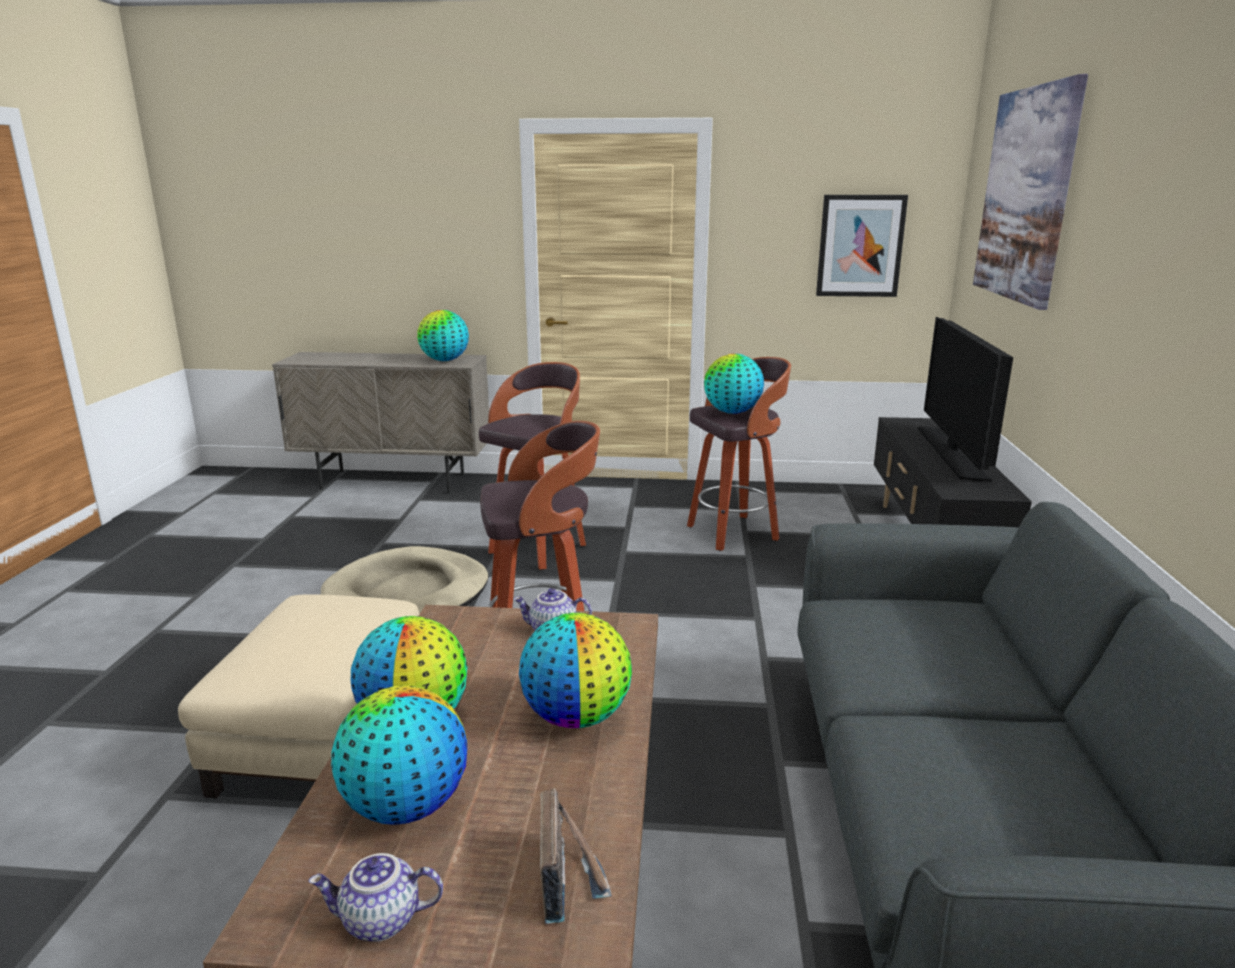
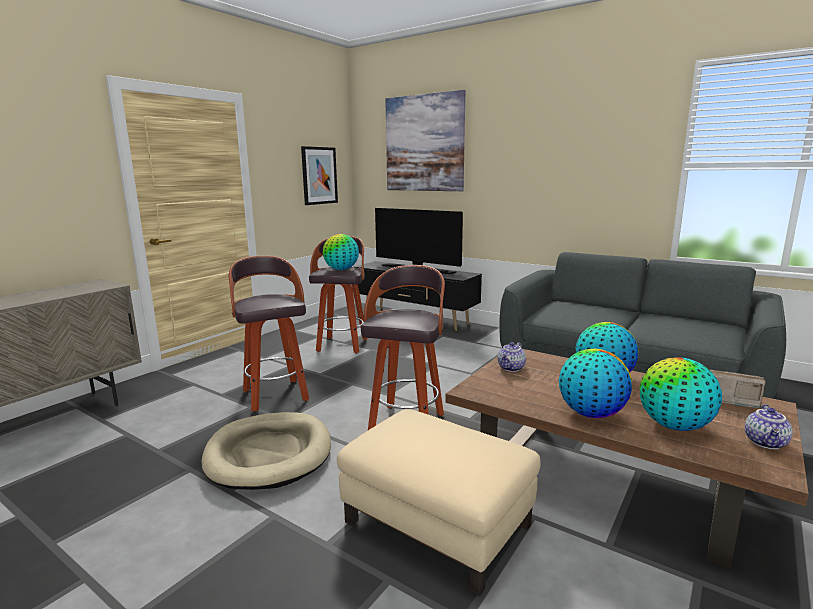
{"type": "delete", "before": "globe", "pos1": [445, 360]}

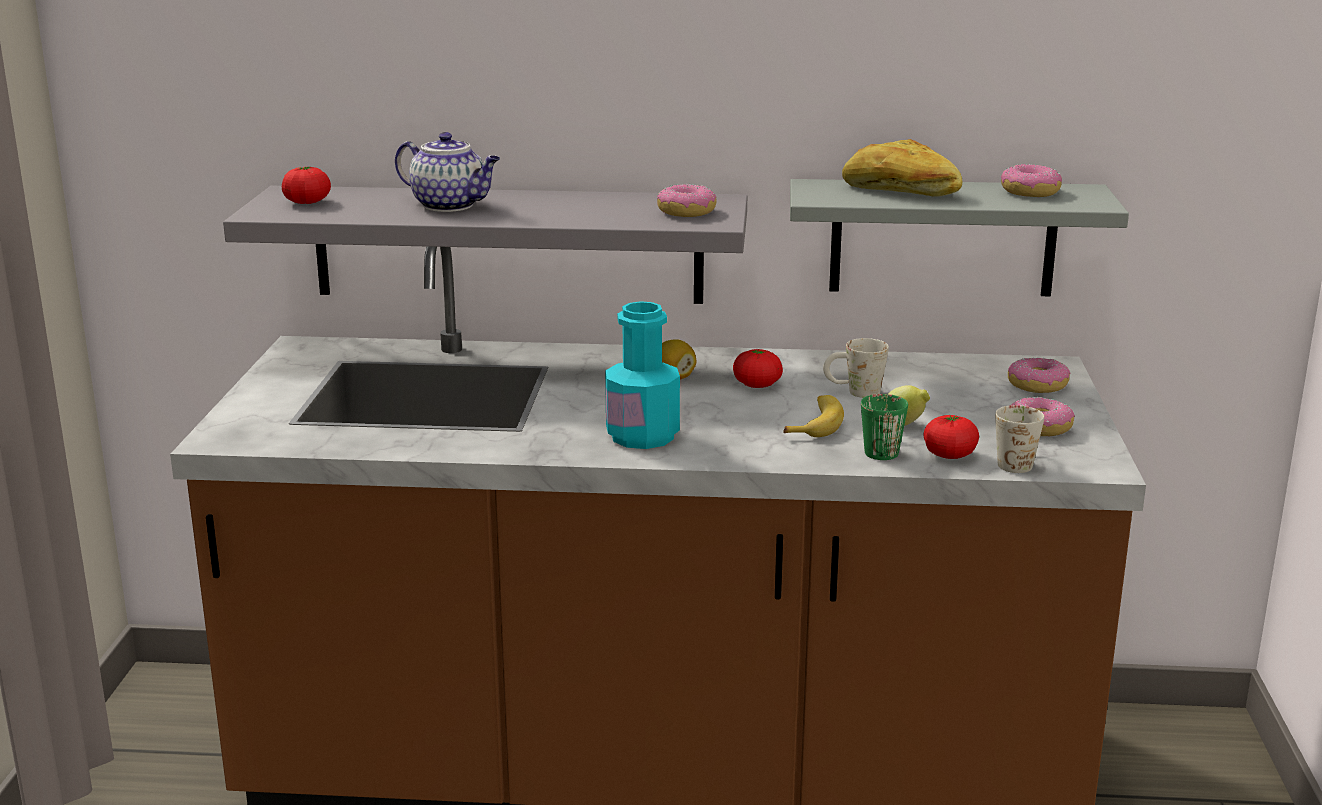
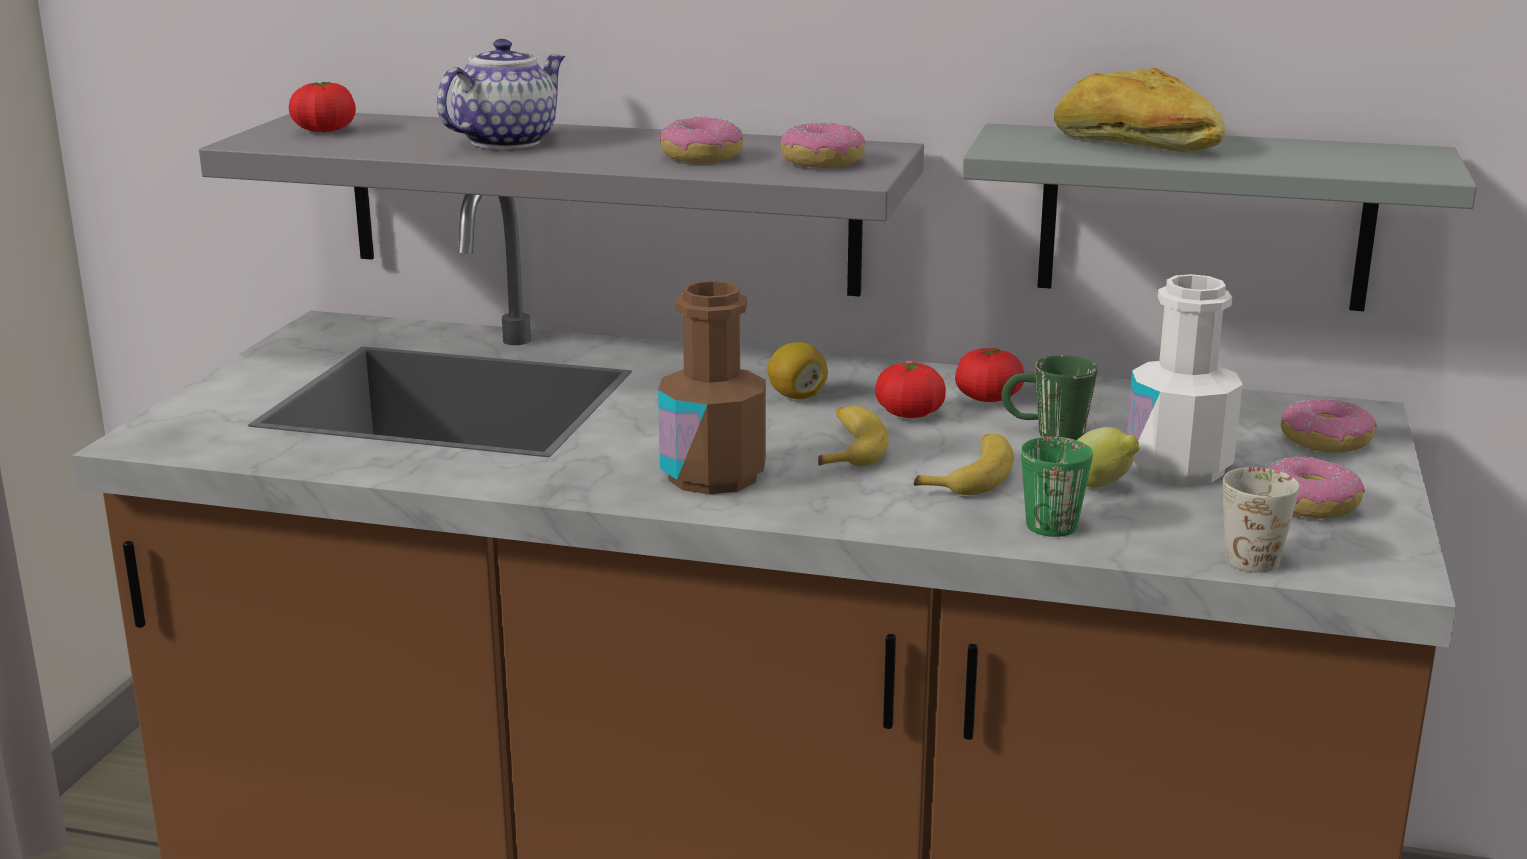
{"type": "rotate", "before": "teapot", "pos1": [451, 205], "pos2": [507, 141], "turn": -90}
{"type": "move", "before": "donut", "pos1": [1029, 192], "pos2": [701, 156]}
{"type": "recolor", "before": "bottle in turquoise", "after": "bottle in brown", "pos1": [642, 436], "pos2": [713, 475]}
{"type": "recolor", "before": "mug in white", "after": "mug in green", "pos1": [854, 392], "pos2": [1045, 433]}
{"type": "move", "before": "tomato", "pos1": [949, 455], "pos2": [988, 398]}
{"type": "insert", "after": "bottle in white", "pos2": [1177, 467]}
{"type": "insert", "after": "banana", "pos2": [848, 448]}

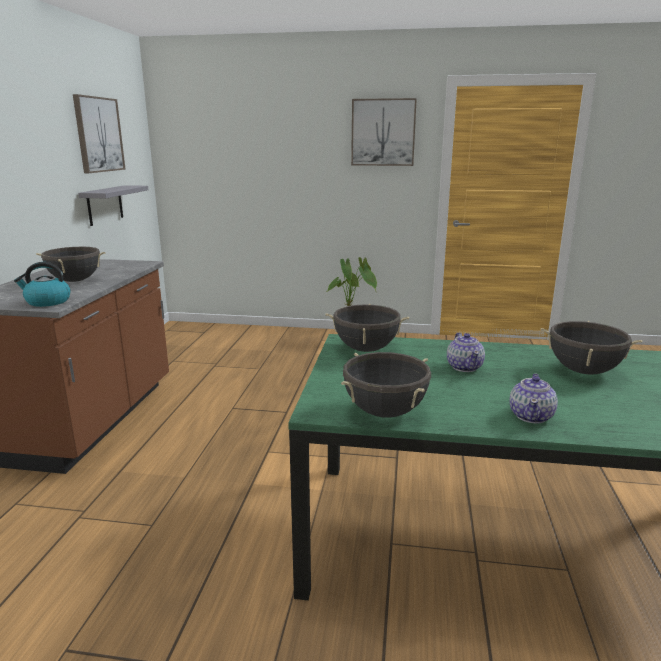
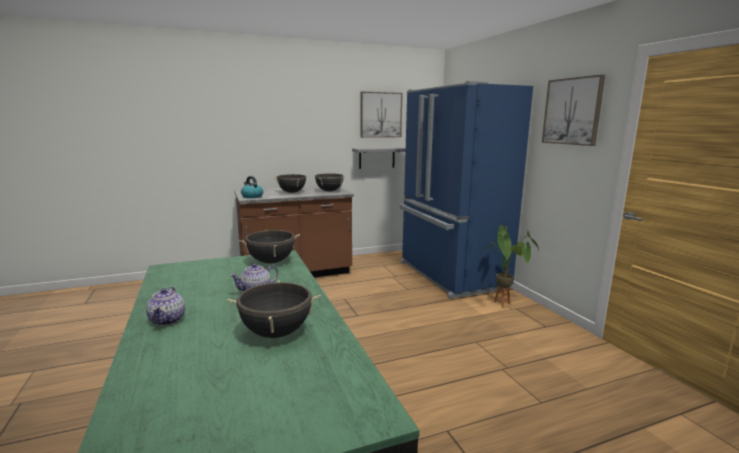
{"type": "move", "before": "cooking pot in black", "pos1": [384, 412], "pos2": [329, 191]}
{"type": "rotate", "before": "teapot", "pos1": [531, 416], "pos2": [168, 320], "turn": -90}
{"type": "insert", "after": "fridge in blue", "pos2": [450, 275]}

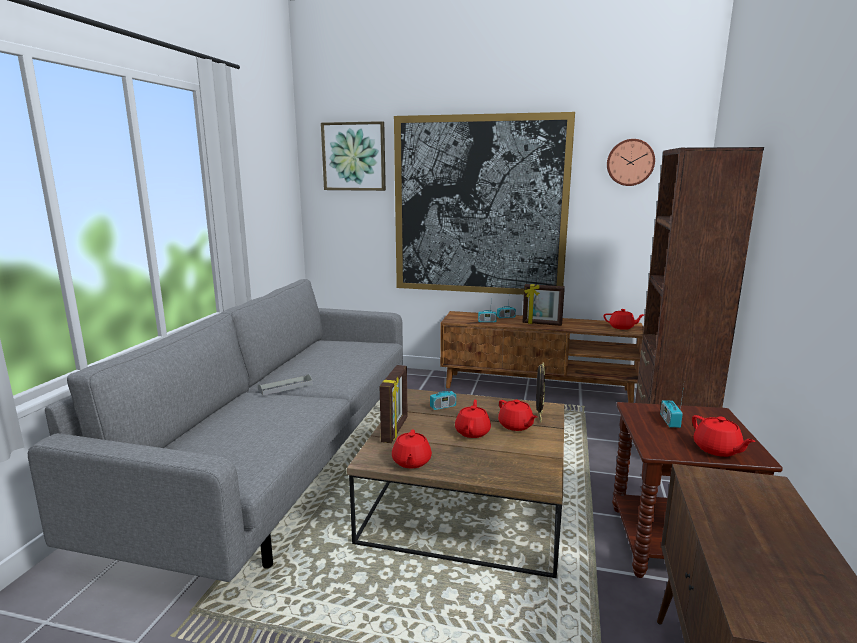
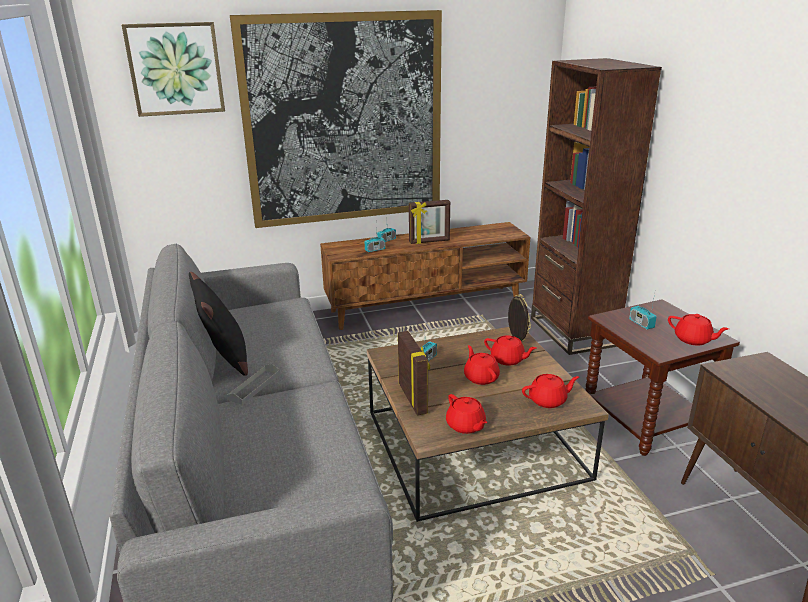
{"type": "delete", "before": "wall clock", "pos1": [630, 162]}
{"type": "move", "before": "teapot in red", "pos1": [622, 327], "pos2": [548, 400]}
{"type": "insert", "after": "pillow in black", "pos2": [225, 360]}

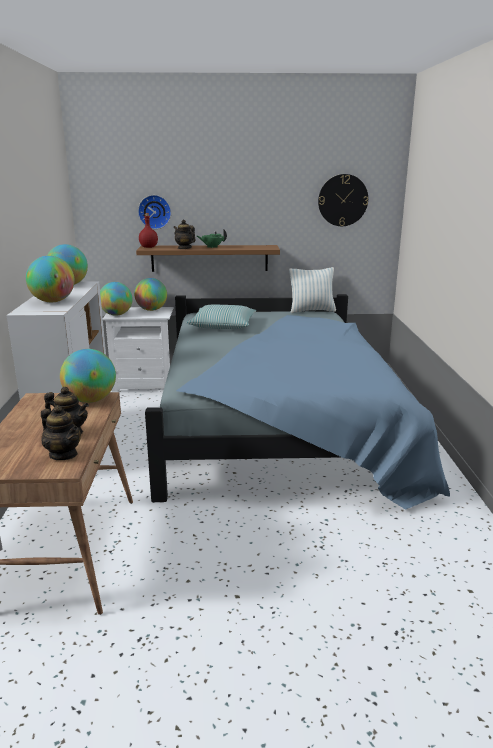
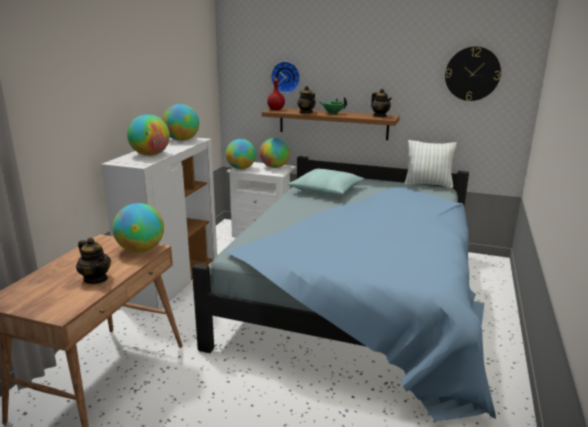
{"type": "move", "before": "teapot", "pos1": [63, 454], "pos2": [380, 116]}

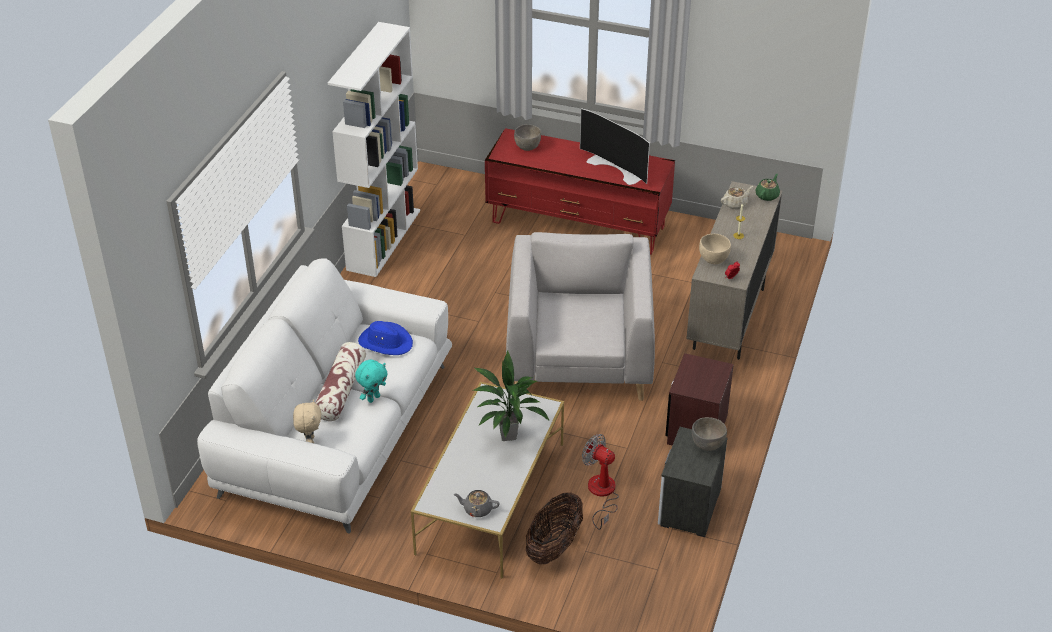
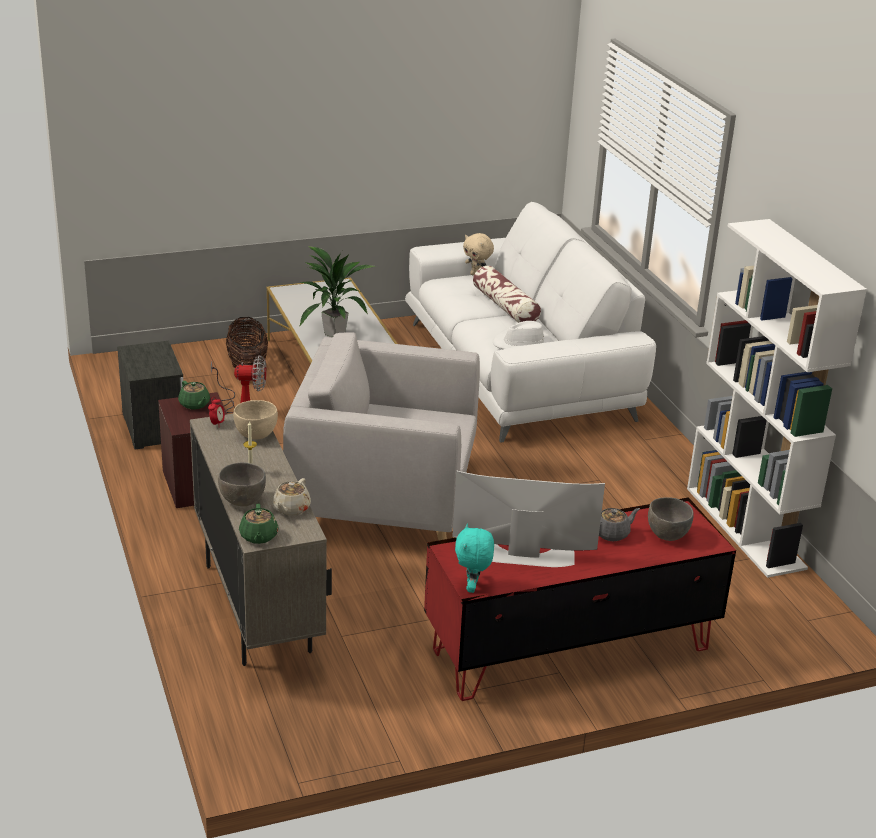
{"type": "rotate", "before": "armchair in grey", "pos1": [579, 358], "pos2": [383, 499], "turn": 135}
{"type": "recolor", "before": "hat in blue", "after": "hat in white", "pos1": [385, 342], "pos2": [523, 344]}
{"type": "move", "before": "plush toy in turquoise", "pos1": [373, 398], "pos2": [472, 587]}
{"type": "move", "before": "bowl in grey", "pos1": [708, 445], "pos2": [242, 501]}
{"type": "move", "before": "teapot in grey", "pos1": [477, 509], "pos2": [612, 534]}
{"type": "insert", "after": "teapot in green", "pos2": [194, 404]}

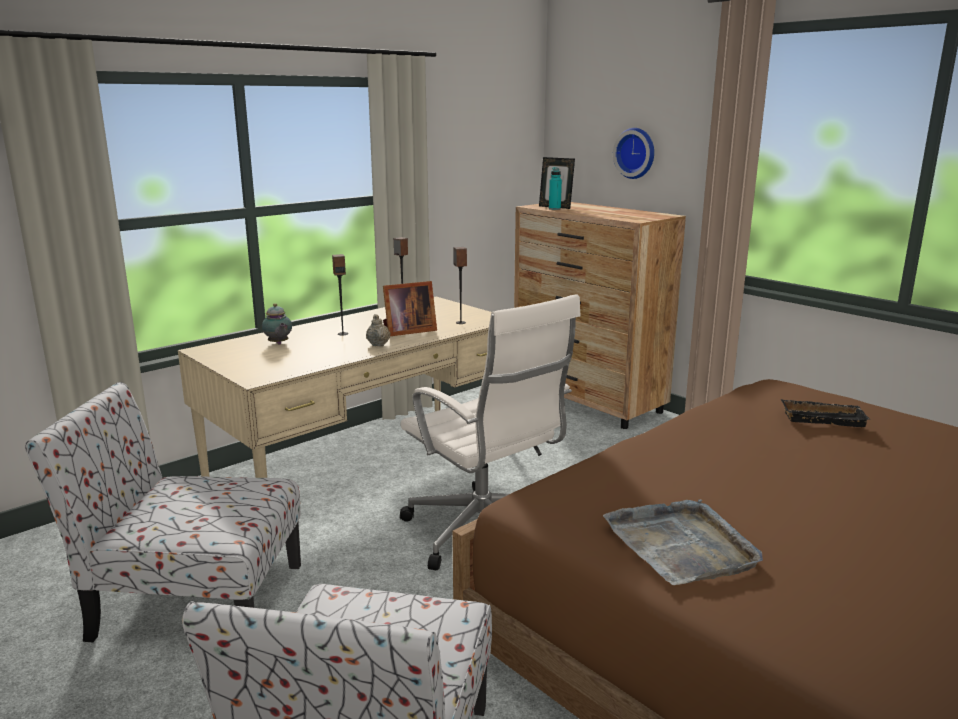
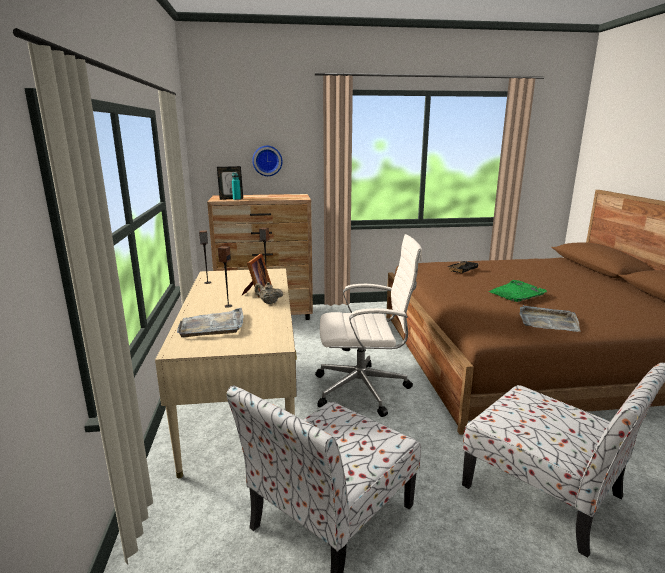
{"type": "replace", "before": "teapot", "after": "tray in grey", "pos1": [278, 344], "pos2": [212, 326]}
{"type": "insert", "after": "tray in green", "pos2": [517, 293]}

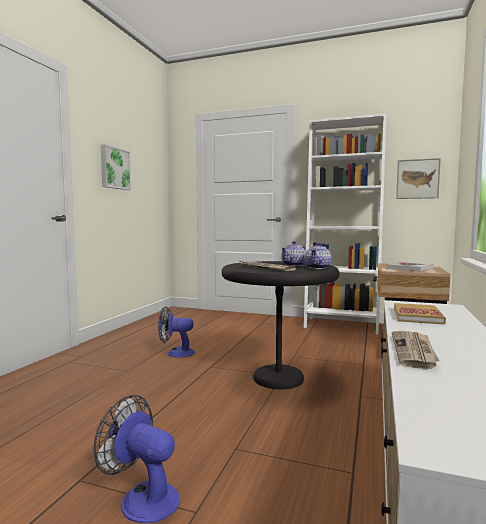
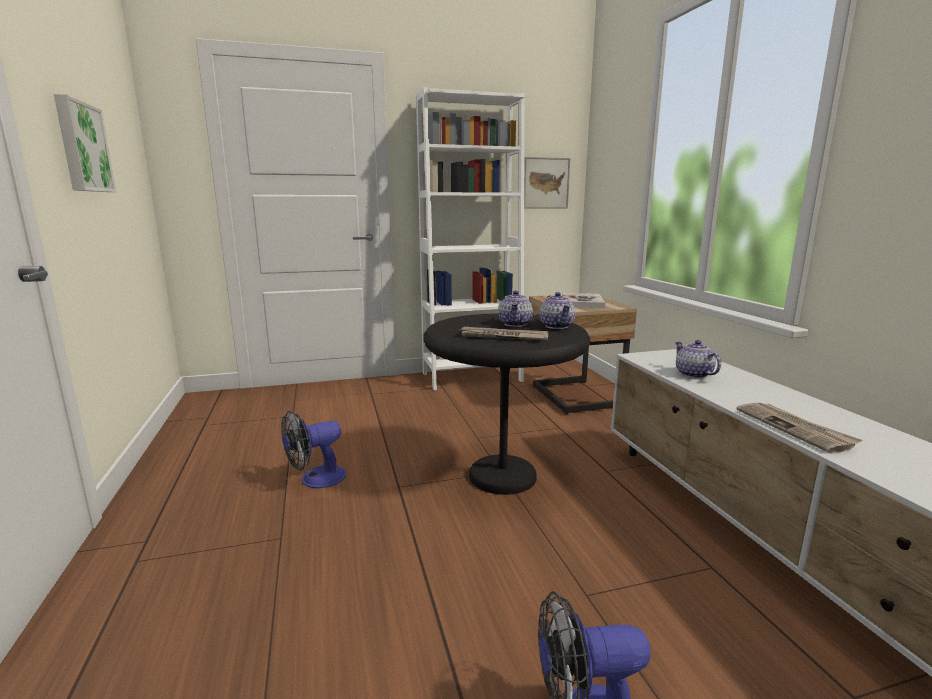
{"type": "replace", "before": "book", "after": "teapot", "pos1": [417, 316], "pos2": [693, 374]}

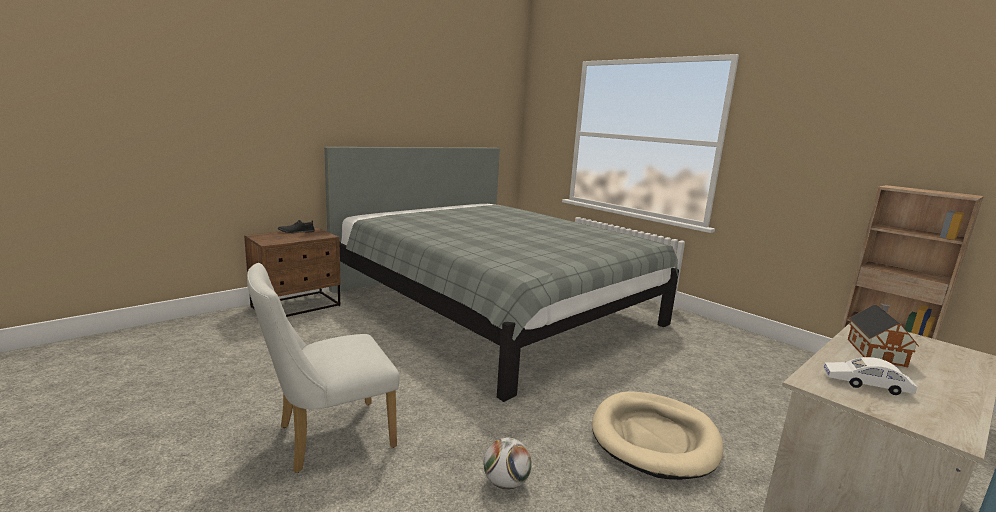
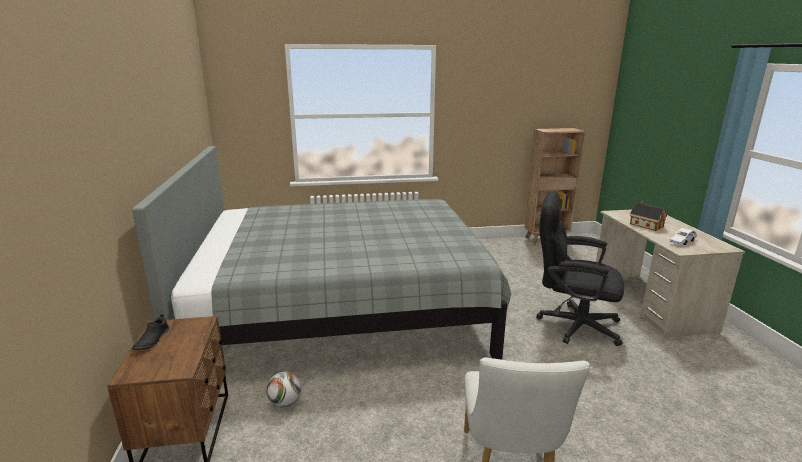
{"type": "replace", "before": "dog bed in beige", "after": "office chair in black", "pos1": [654, 438], "pos2": [571, 324]}
{"type": "move", "before": "football", "pos1": [505, 483], "pos2": [285, 403]}

